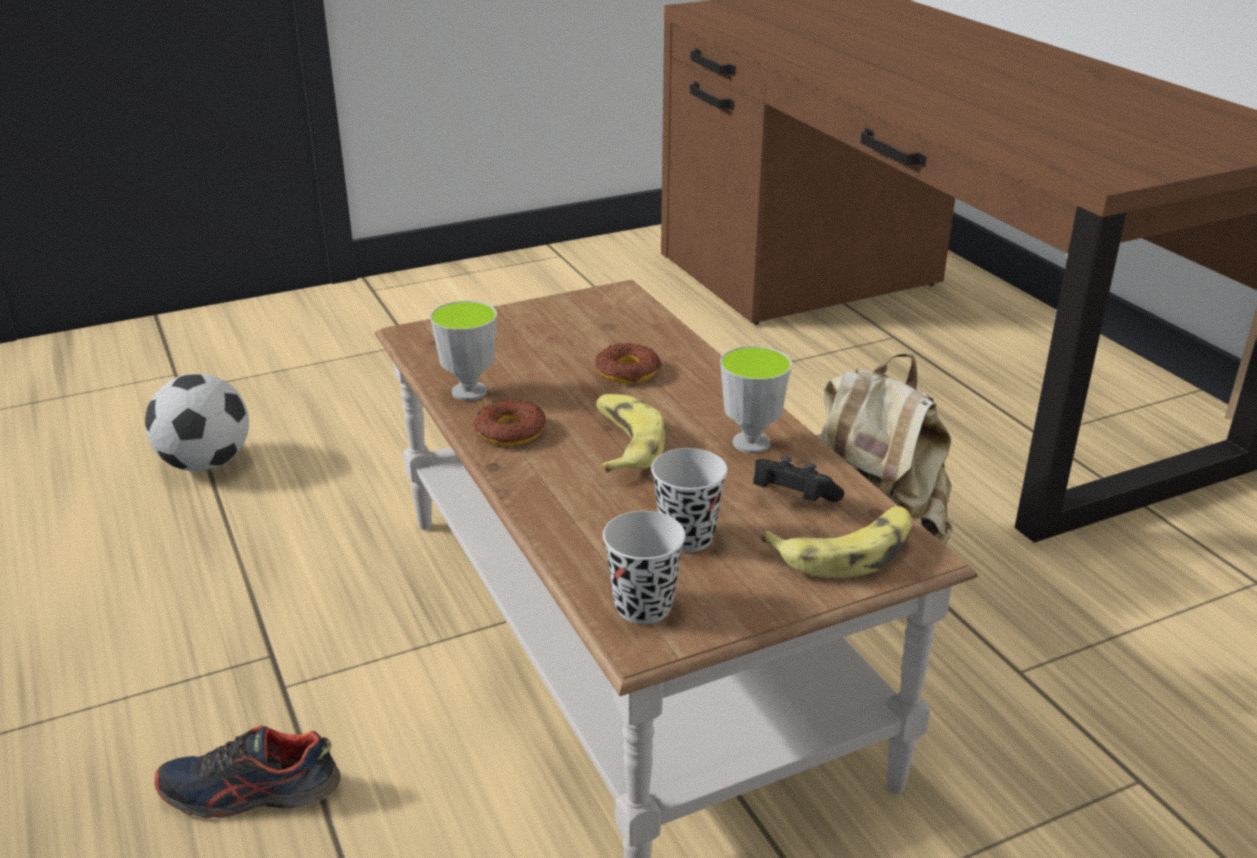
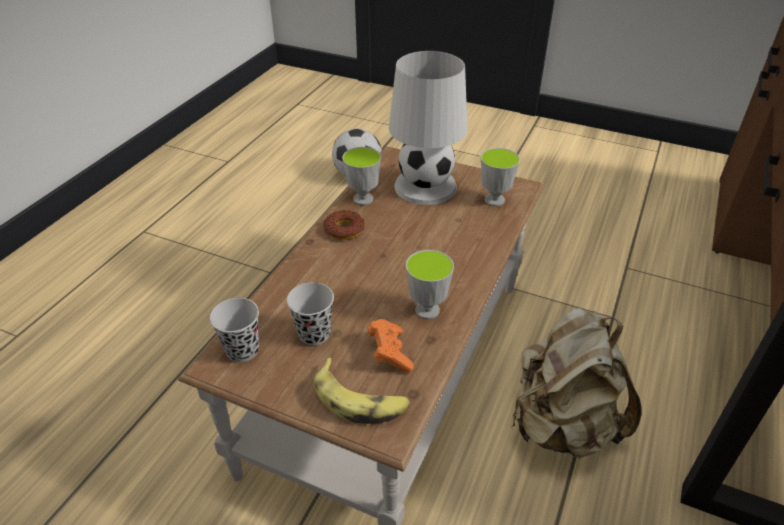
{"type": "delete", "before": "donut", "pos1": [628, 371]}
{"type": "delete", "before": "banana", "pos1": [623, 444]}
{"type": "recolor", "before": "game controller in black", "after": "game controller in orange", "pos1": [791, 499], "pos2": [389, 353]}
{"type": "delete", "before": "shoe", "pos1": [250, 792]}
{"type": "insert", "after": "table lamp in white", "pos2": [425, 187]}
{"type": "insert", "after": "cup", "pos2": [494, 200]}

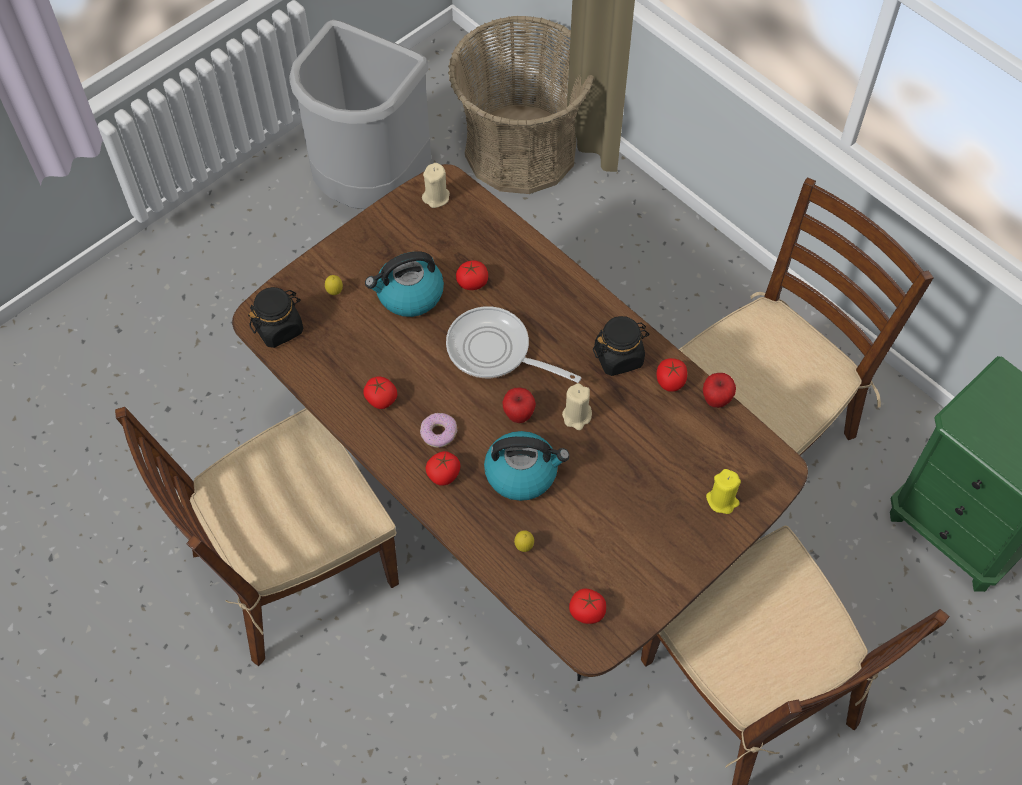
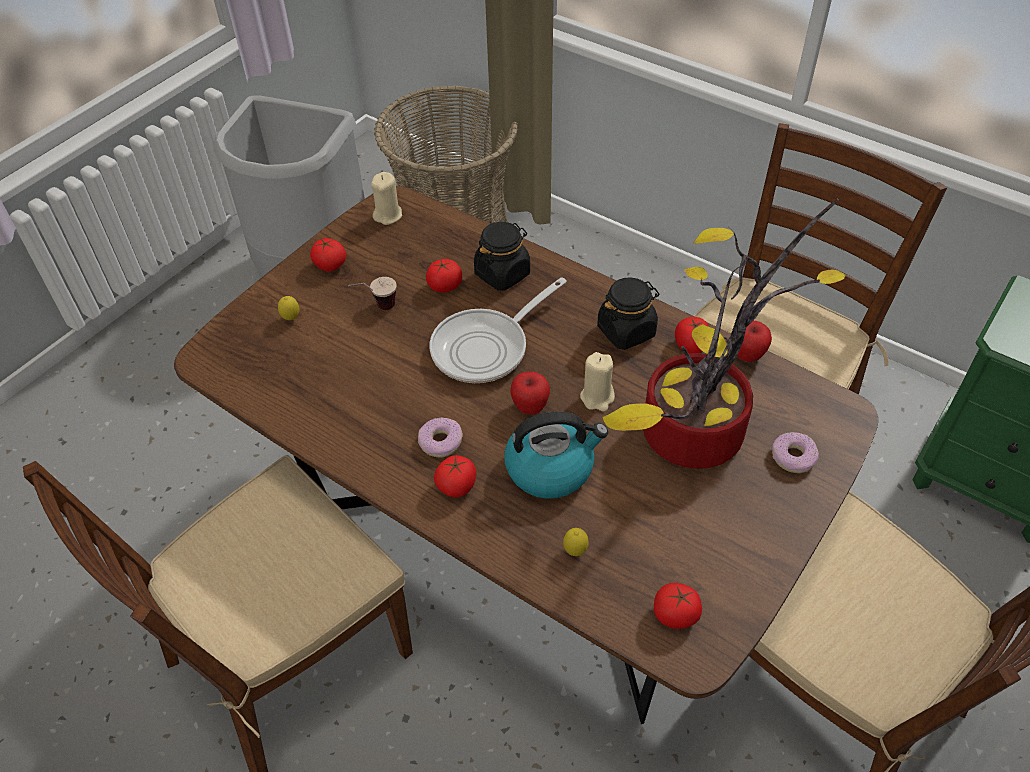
{"type": "replace", "before": "kettle", "after": "cup", "pos1": [409, 295], "pos2": [376, 308]}
{"type": "move", "before": "jar in black", "pos1": [279, 328], "pos2": [502, 274]}
{"type": "rotate", "before": "frying pan", "pos1": [495, 351], "pos2": [486, 347], "turn": -60}
{"type": "move", "before": "tomato", "pos1": [381, 399], "pos2": [330, 265]}
{"type": "replace", "before": "candle in yellow", "after": "donut", "pos1": [722, 500], "pos2": [793, 457]}
{"type": "insert", "after": "potted plant", "pos2": [694, 439]}

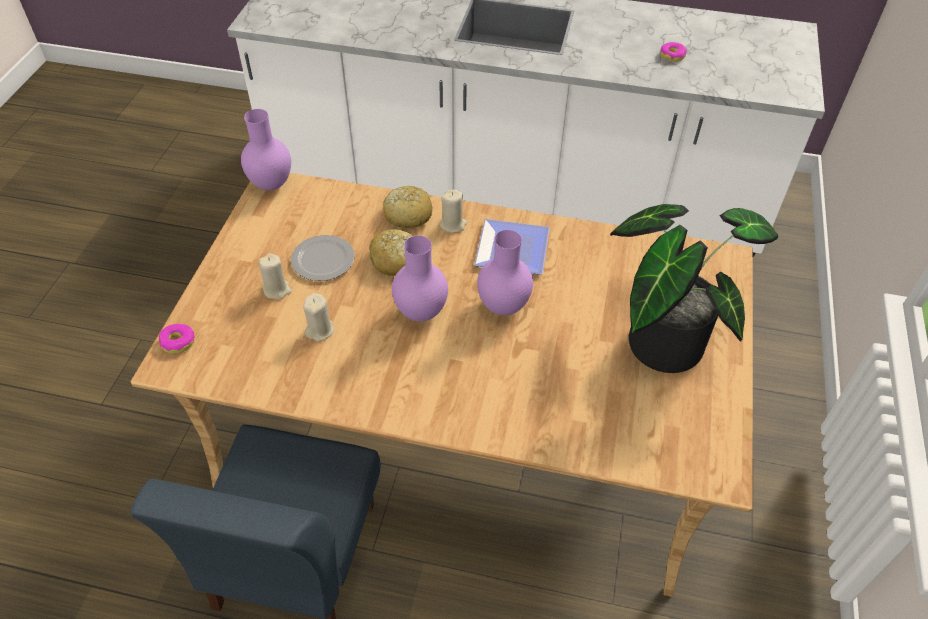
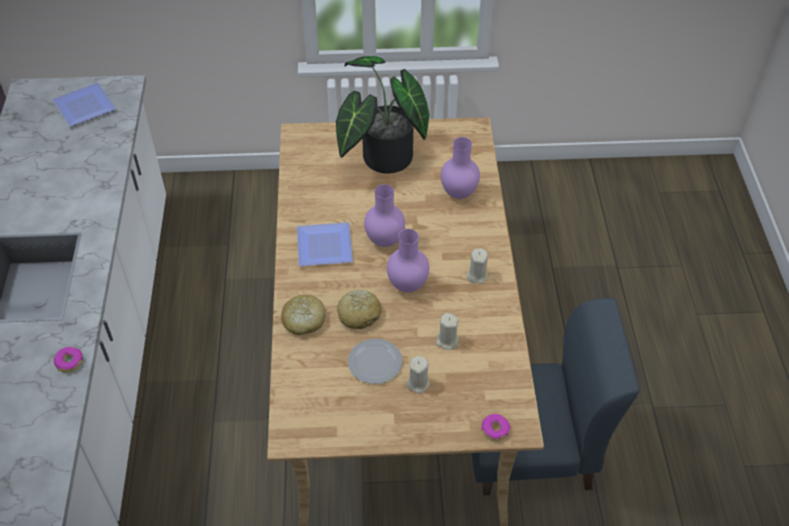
{"type": "move", "before": "donut", "pos1": [672, 56], "pos2": [69, 362]}
{"type": "move", "before": "vase in purple", "pos1": [271, 185], "pos2": [459, 193]}
{"type": "move", "before": "candle in beige", "pos1": [453, 224], "pos2": [476, 275]}
{"type": "insert", "after": "plate", "pos2": [82, 106]}

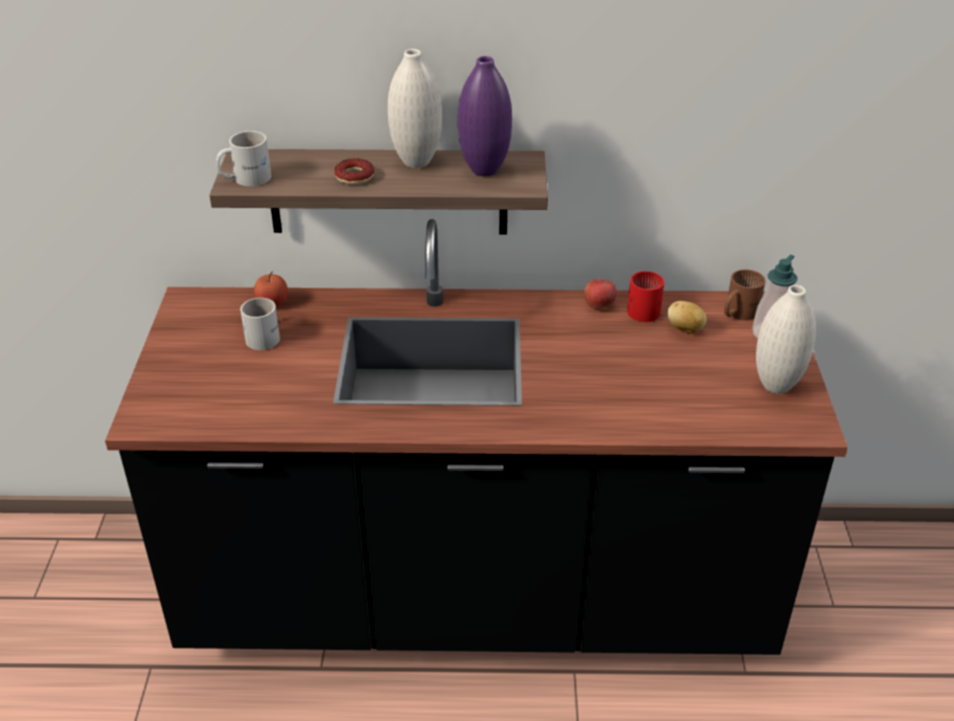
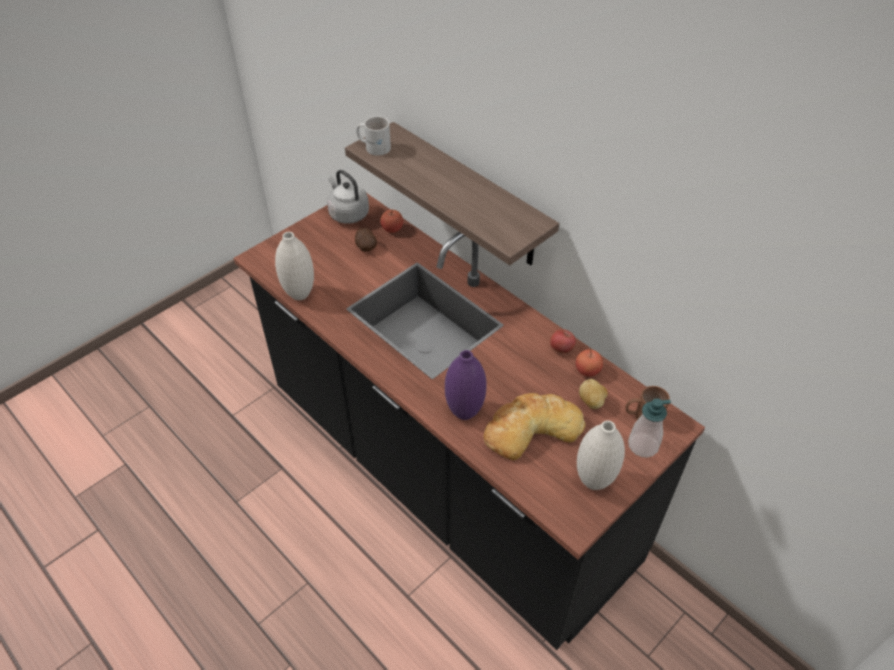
{"type": "move", "before": "vase in white", "pos1": [416, 162], "pos2": [299, 294]}
{"type": "move", "before": "vase in purple", "pos1": [484, 170], "pos2": [464, 412]}
{"type": "delete", "before": "donut", "pos1": [354, 176]}
{"type": "replace", "before": "mug in red", "after": "apple", "pos1": [645, 308], "pos2": [587, 370]}
{"type": "replace", "before": "mug in white", "after": "potato", "pos1": [266, 335], "pos2": [365, 246]}
{"type": "insert", "after": "kettle in grey", "pos2": [347, 213]}
{"type": "insert", "after": "bread", "pos2": [531, 428]}

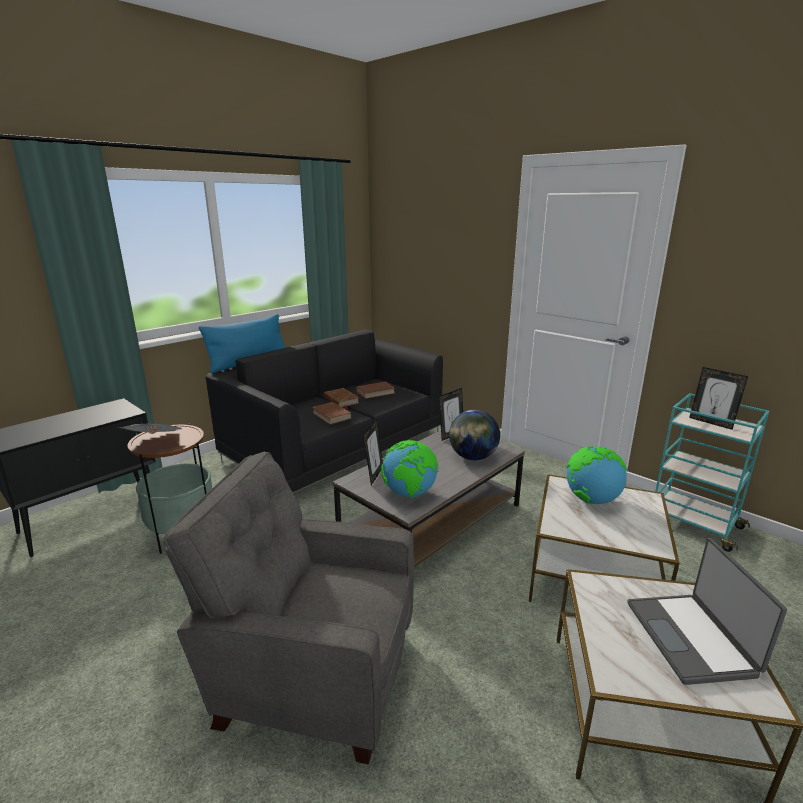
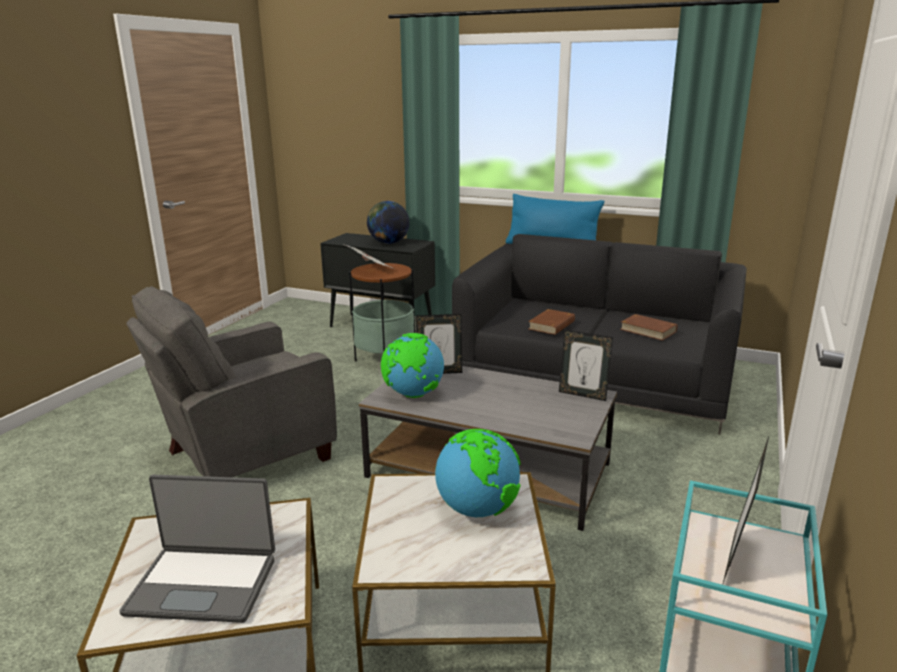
{"type": "delete", "before": "book in brown", "pos1": [341, 400]}
{"type": "move", "before": "globe", "pos1": [473, 457], "pos2": [388, 243]}
{"type": "rotate", "before": "armchair in grey", "pos1": [312, 675], "pos2": [245, 456], "turn": -120}
{"type": "rotate", "before": "laptop", "pos1": [691, 638], "pos2": [204, 583], "turn": -150}

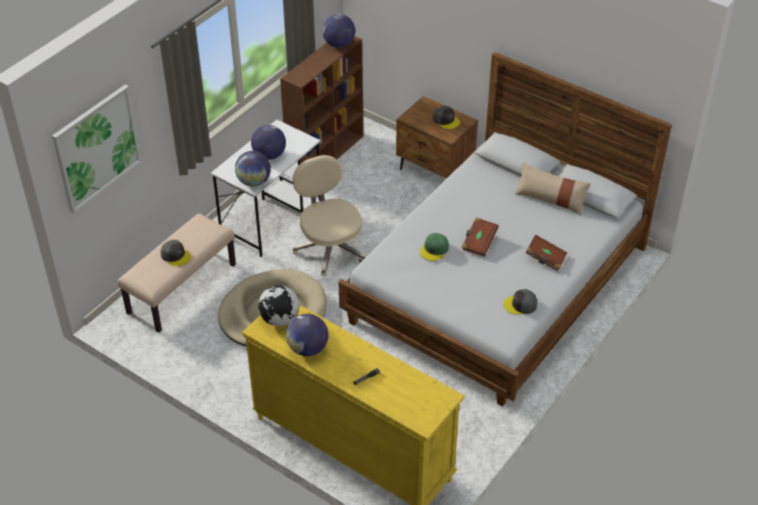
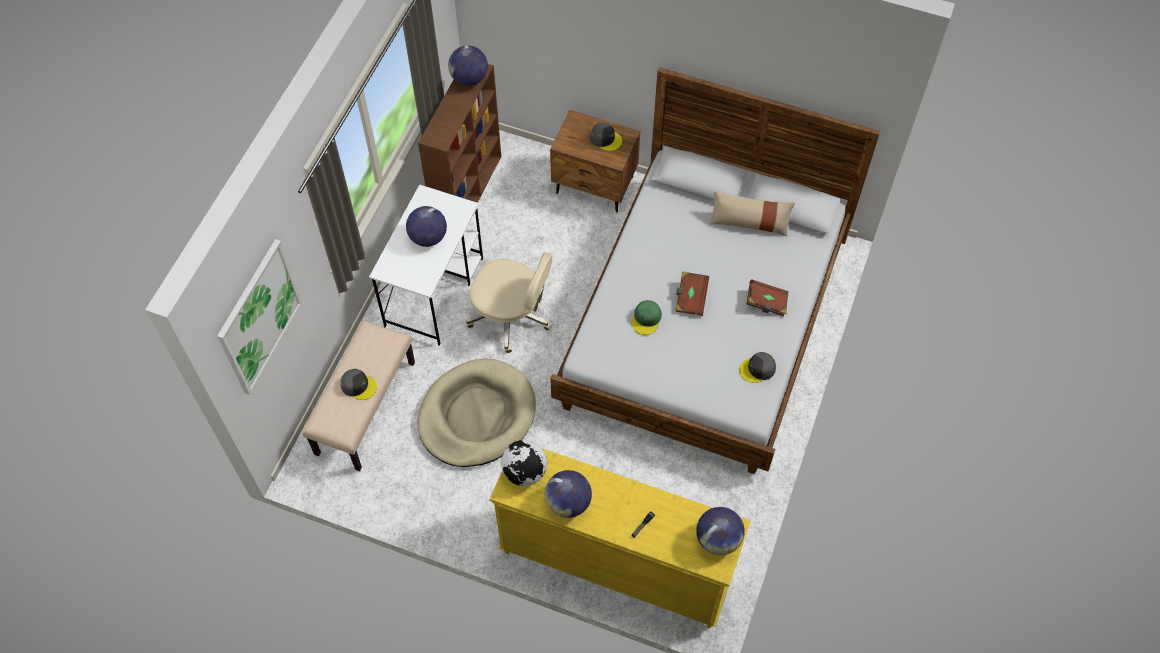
{"type": "move", "before": "globe", "pos1": [254, 182], "pos2": [718, 539]}
{"type": "rotate", "before": "office chair in beige", "pos1": [329, 248], "pos2": [511, 316], "turn": 150}

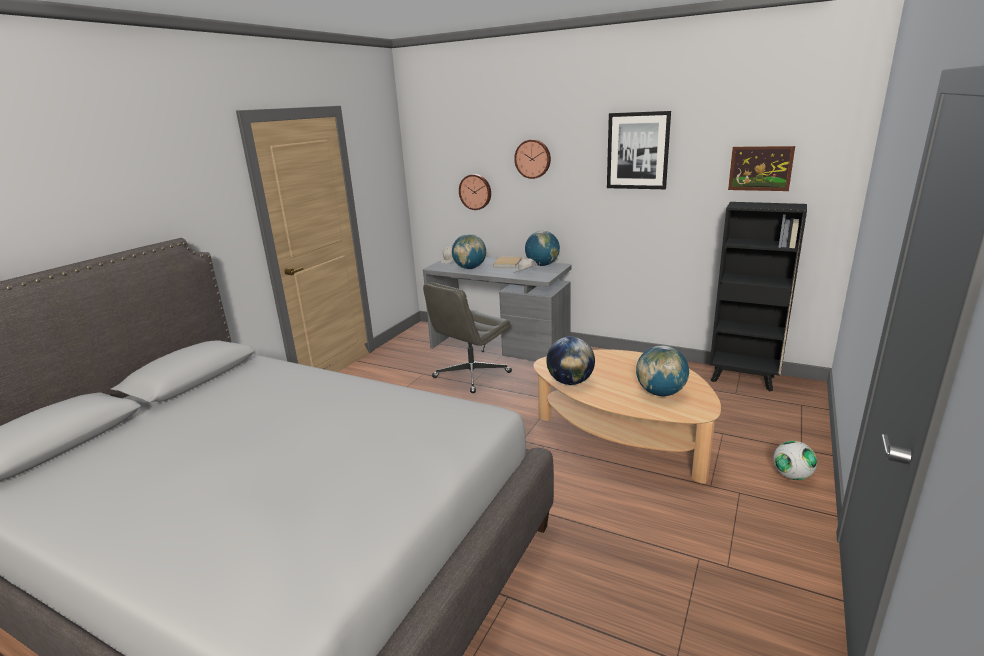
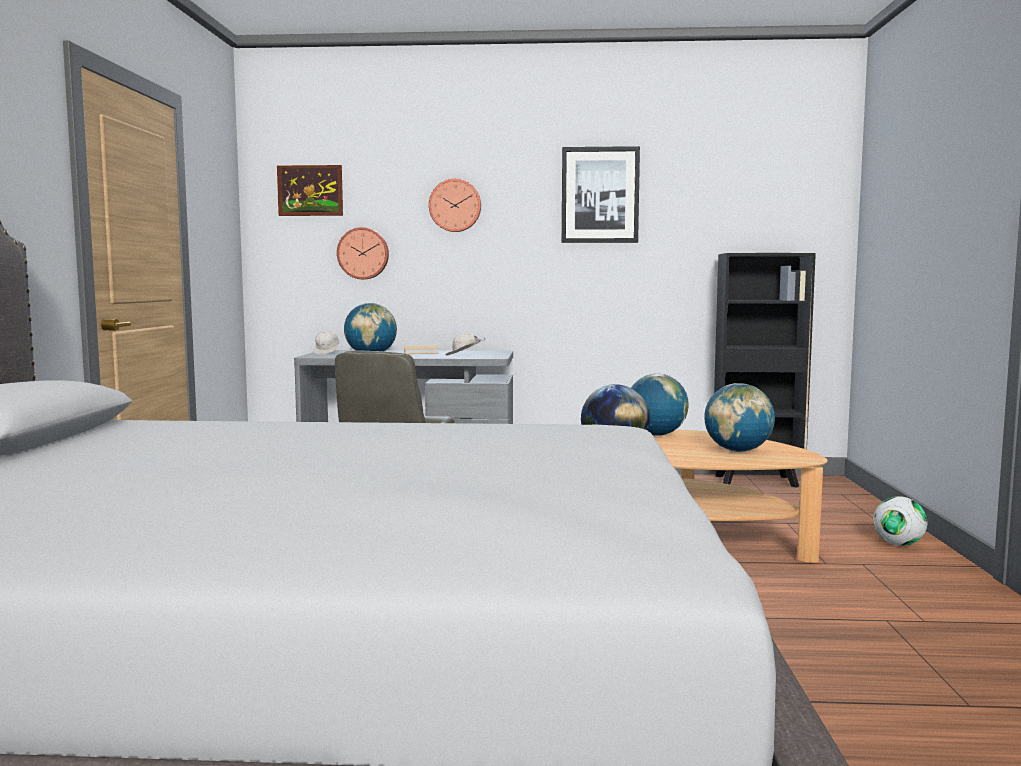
{"type": "move", "before": "picture", "pos1": [760, 168], "pos2": [310, 190]}
{"type": "move", "before": "globe", "pos1": [542, 265], "pos2": [656, 435]}

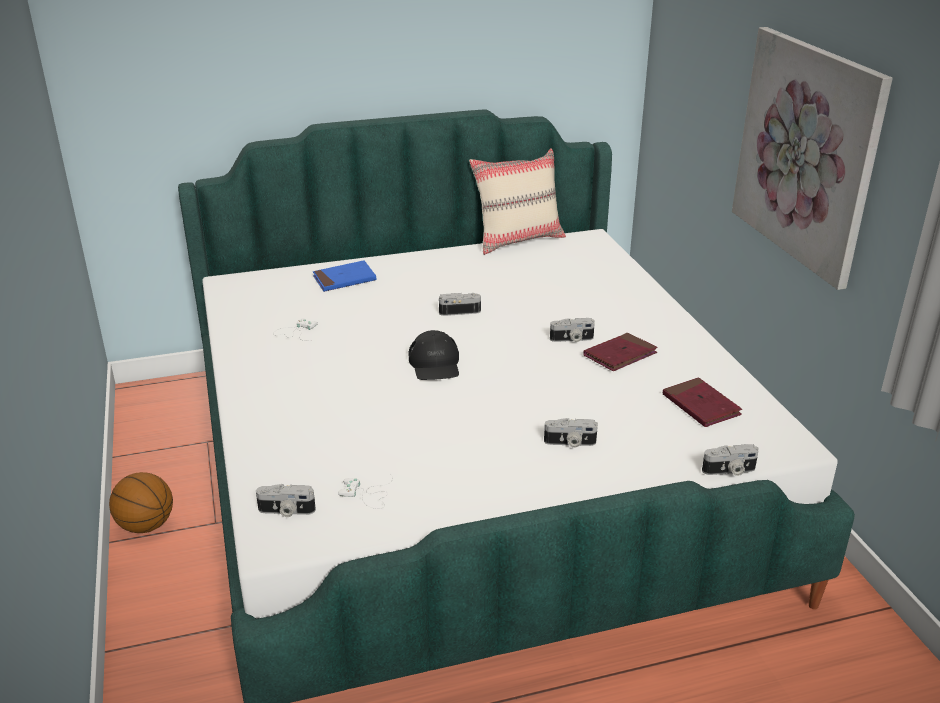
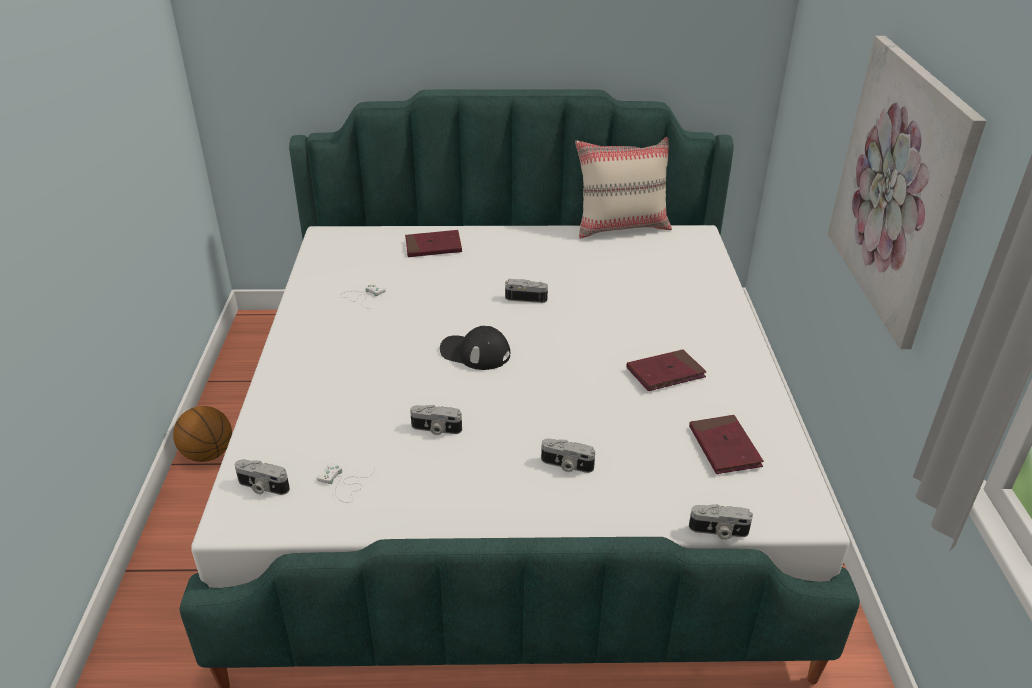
{"type": "recolor", "before": "book in blue", "after": "book in red", "pos1": [344, 279], "pos2": [433, 247]}
{"type": "move", "before": "photo camera", "pos1": [572, 339], "pos2": [436, 429]}
{"type": "rotate", "before": "cap in black", "pos1": [435, 364], "pos2": [475, 352], "turn": 105}

